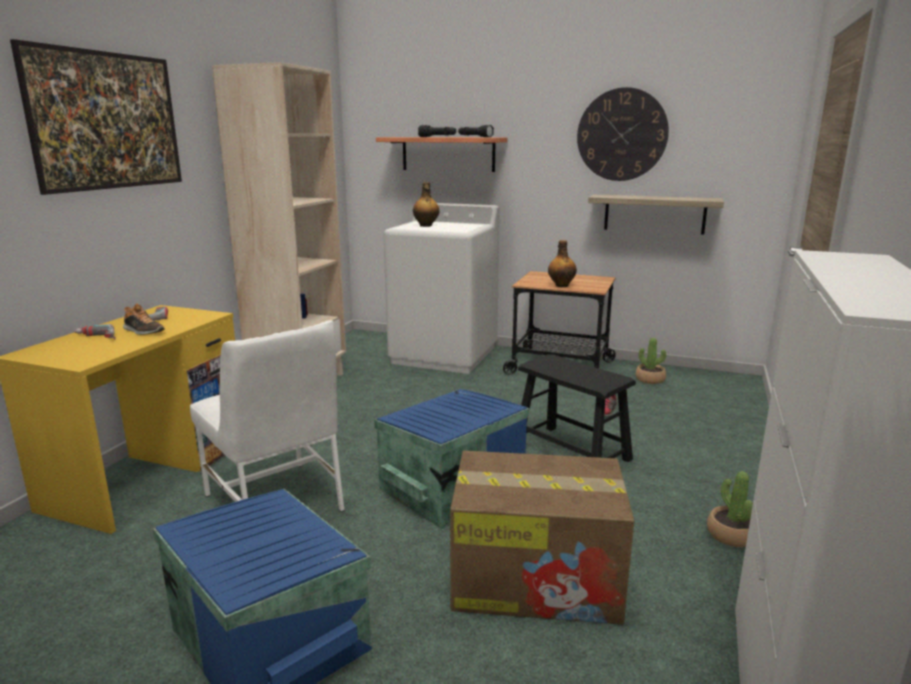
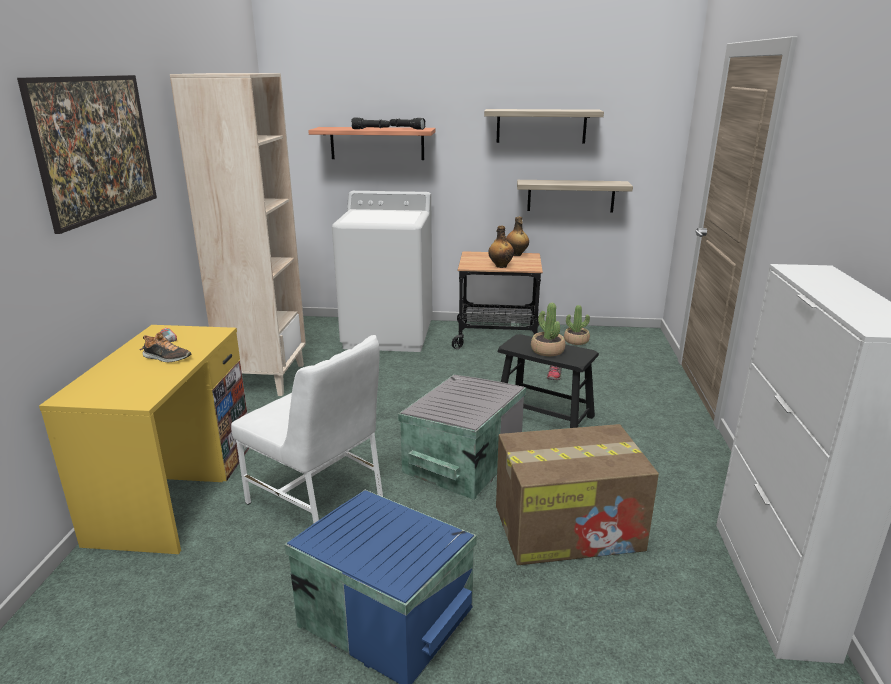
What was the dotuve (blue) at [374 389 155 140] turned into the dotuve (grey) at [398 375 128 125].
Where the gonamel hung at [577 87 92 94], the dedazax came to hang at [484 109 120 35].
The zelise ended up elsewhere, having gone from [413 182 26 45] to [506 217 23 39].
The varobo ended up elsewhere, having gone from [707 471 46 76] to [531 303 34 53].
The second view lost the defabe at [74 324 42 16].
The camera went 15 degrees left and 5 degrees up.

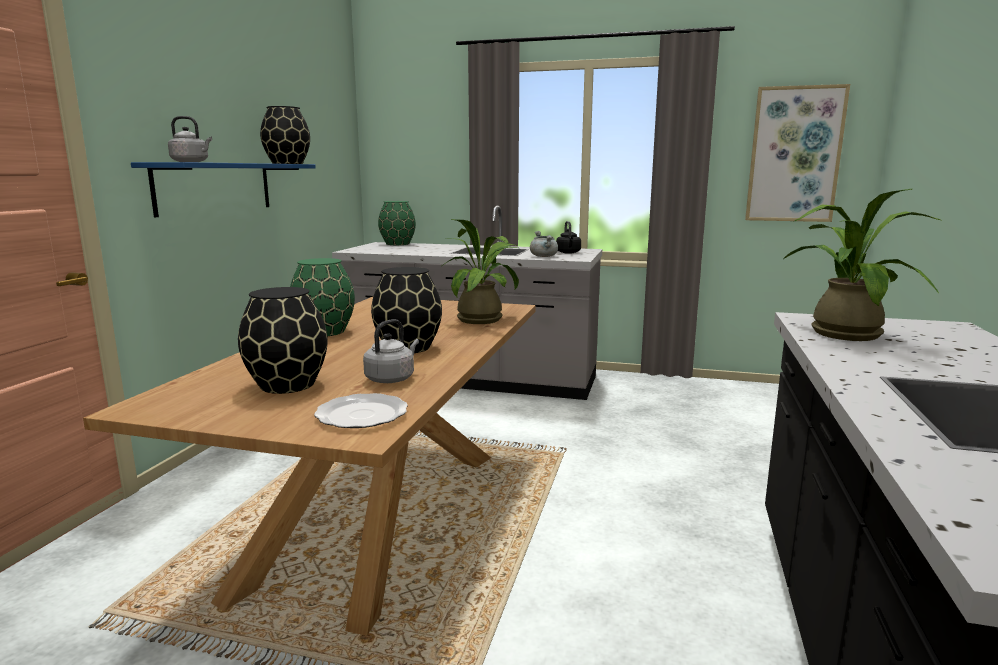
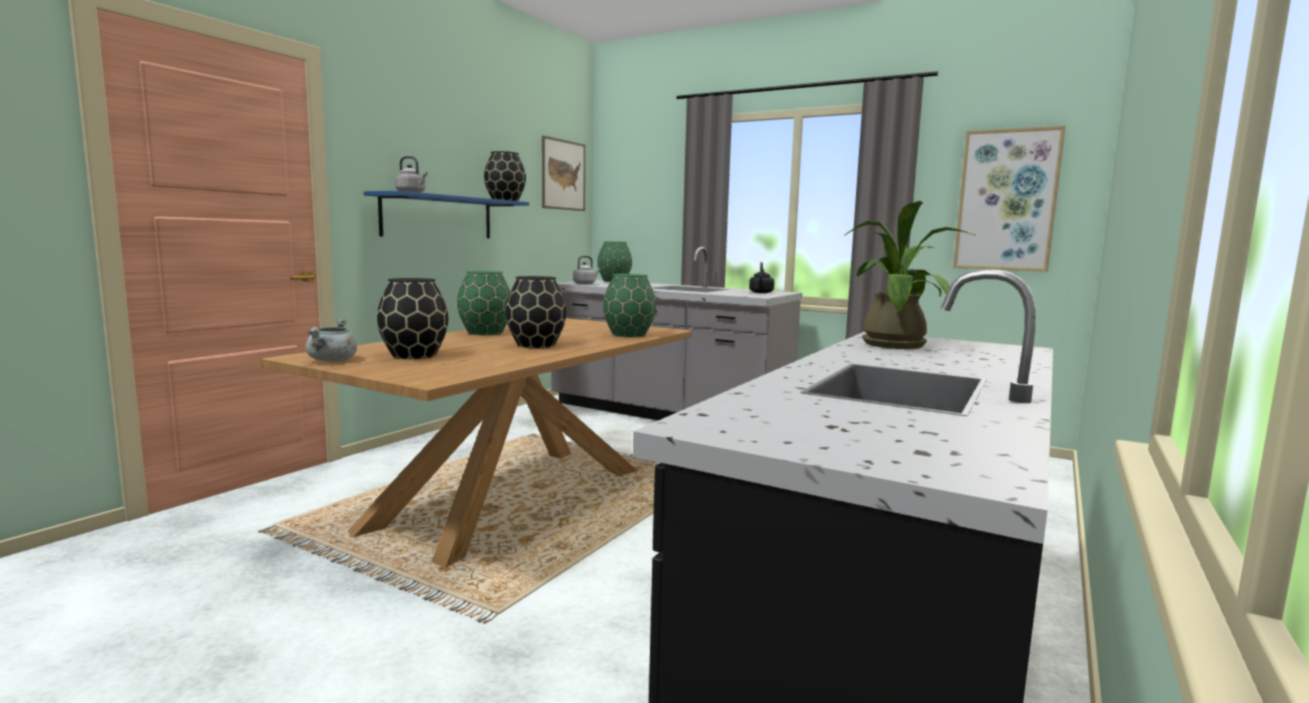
The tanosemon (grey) ended up elsewhere, having gone from [530 231 28 26] to [305 318 52 44].
The second view gained the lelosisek at [542 136 43 75].
The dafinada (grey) ended up elsewhere, having gone from [363 319 56 64] to [573 256 28 28].
Where the varobo stood at [442 219 77 105], the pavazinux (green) came to stand at [603 274 53 63].
The second view lost the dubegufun at [314 393 94 35].
The camera went 15 degrees right and 5 degrees down.

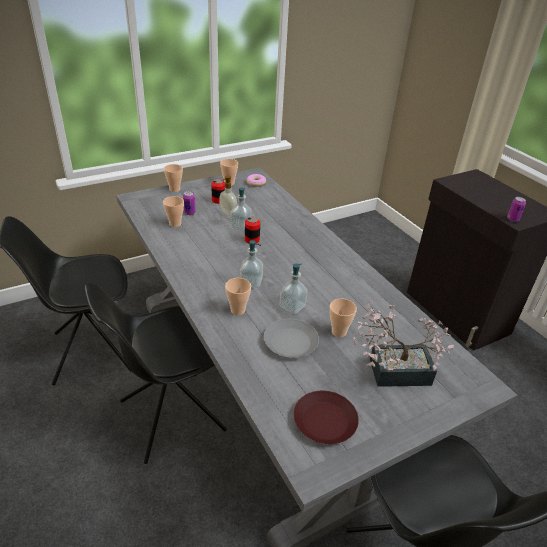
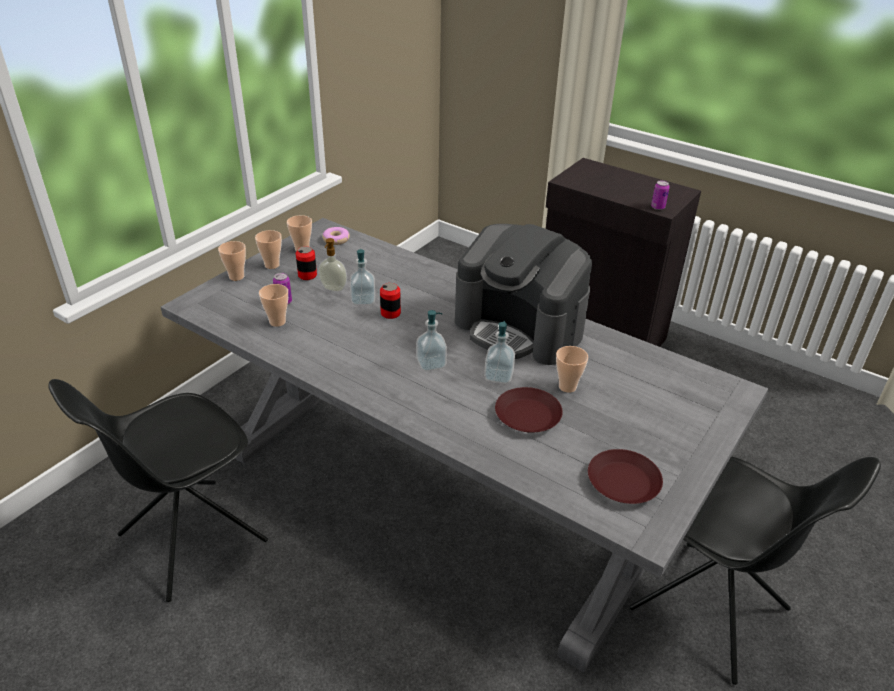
The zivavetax ended up elsewhere, having gone from [225 278 26 37] to [255 230 27 39].
The second view gained the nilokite at [455 224 137 141].
What was the dubegufun (grey) at [264 319 55 39] turned into the dubegufun (brown) at [495 387 68 45].
The second view lost the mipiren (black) at [84 282 143 182].
The second view lost the varobo at [353 300 101 87].
The camera went 25 degrees left and 0 degrees up.

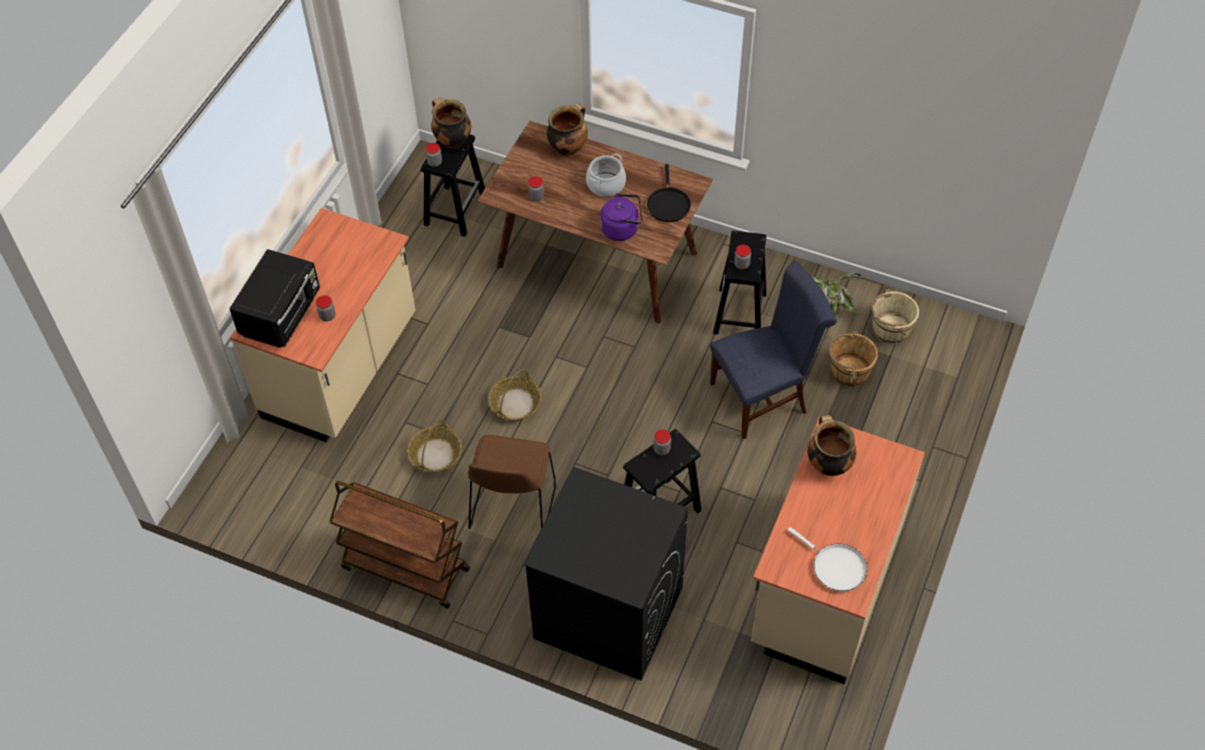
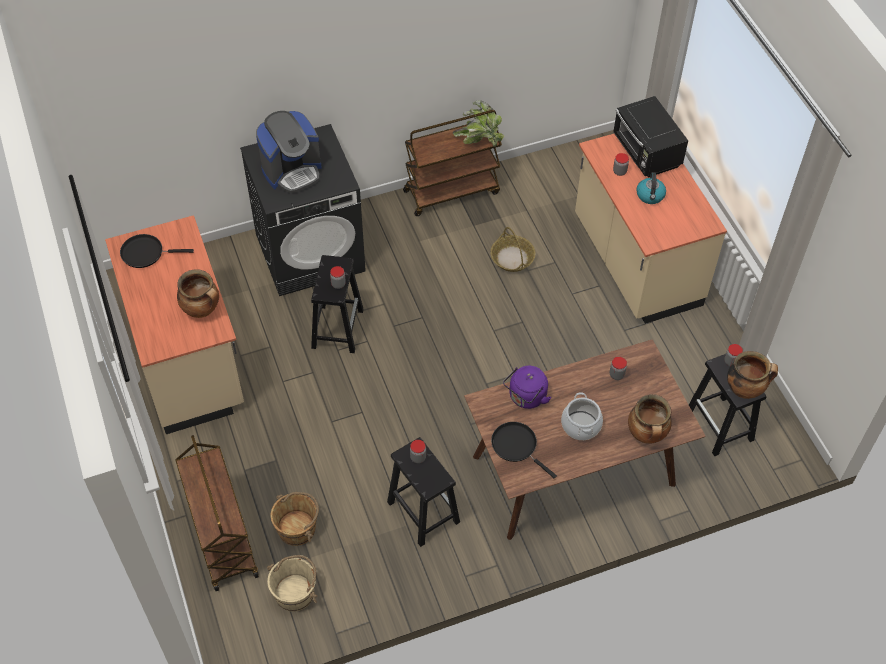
What was the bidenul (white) at [788 527 79 65] turned into the bidenul (black) at [120 234 74 34].
The second view gained the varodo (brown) at [175 435 84 156].
The second view gained the nilokite at [256 111 66 82].
The varobo ended up elsewhere, having gone from [812 273 49 41] to [453 100 52 47].
The second view gained the dafinada at [636 172 30 32].
The second view lost the mipiren (brown) at [468 435 88 94].
The second view lost the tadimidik at [488 369 54 52].
The second view lost the mipiren (blue) at [710 261 127 178].
The camera went 135 degrees right and 0 degrees up.

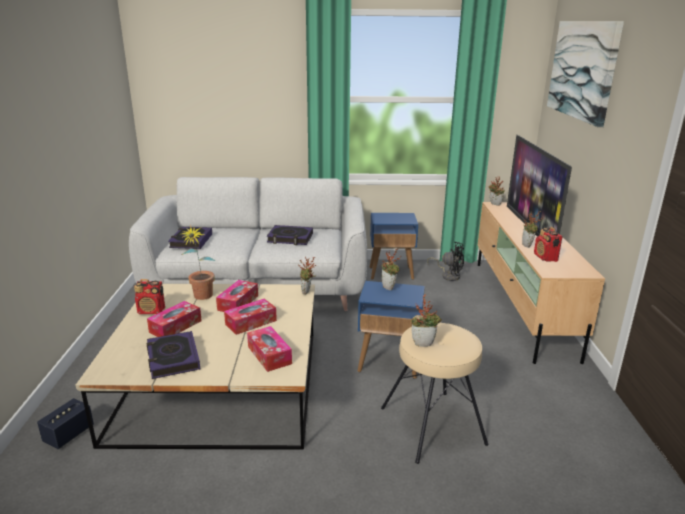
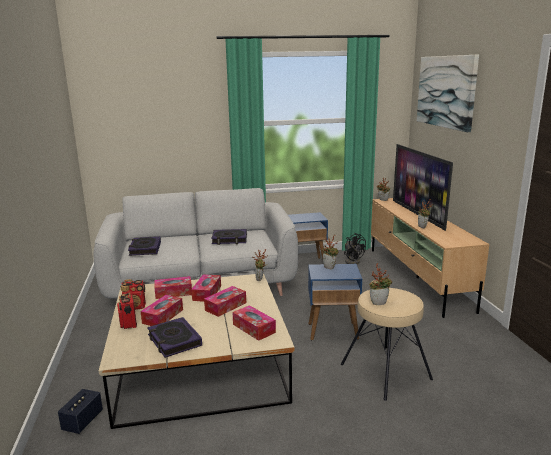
The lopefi ended up elsewhere, having gone from [534 227 29 35] to [117 292 20 37].
Where the varobo stood at [181 225 34 75], the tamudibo came to stand at [154 276 38 23].
The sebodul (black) at [427 242 37 39] ended up facing another way, 45 degrees clockwise from before.
The camera went 10 degrees left and 5 degrees down.

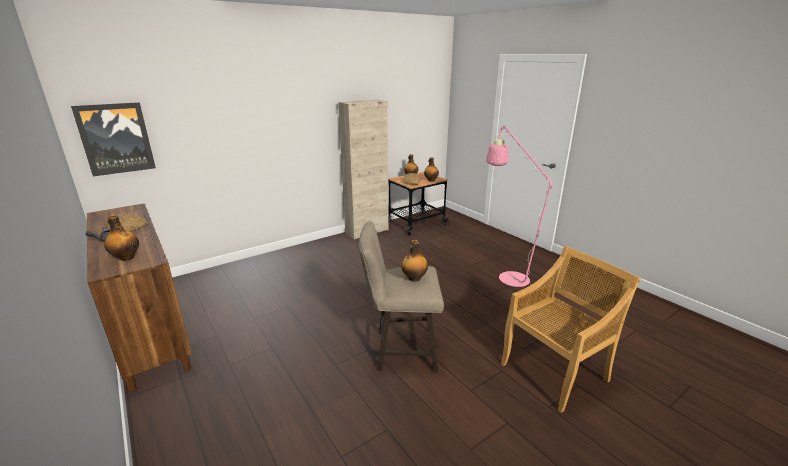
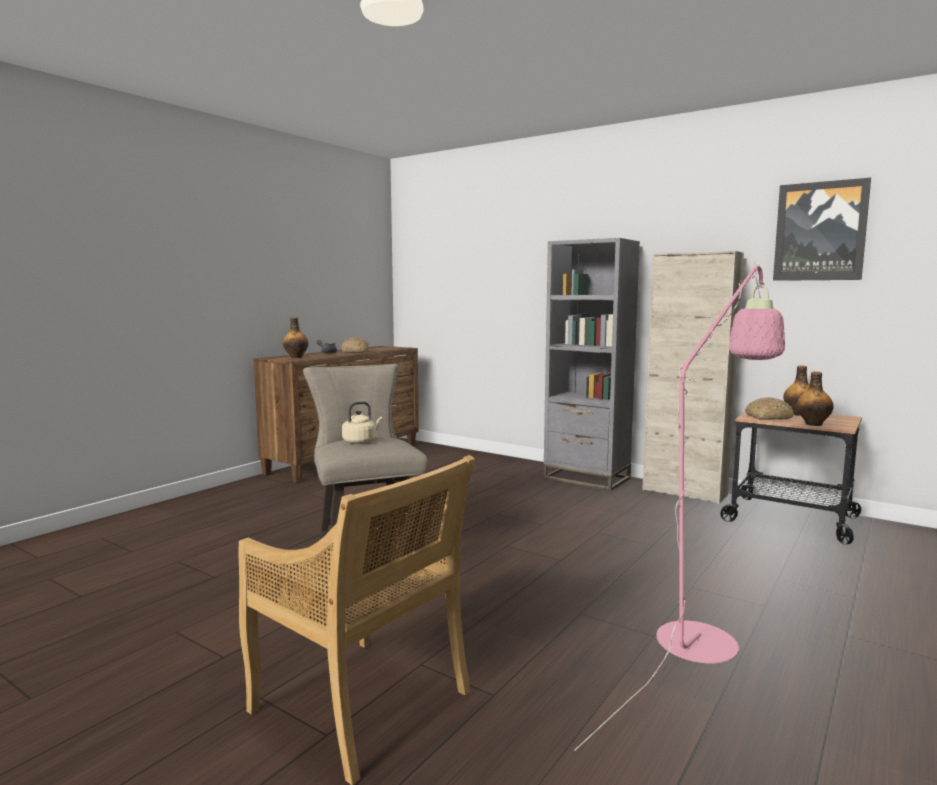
Where the zelise stood at [401 240 27 41], the dafinada (beige) came to stand at [342 401 41 43].
The second view gained the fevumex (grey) at [543 238 97 253].
The lelosisek ended up elsewhere, having gone from [71 102 85 74] to [773 178 98 103].
The camera went 70 degrees right and 15 degrees down.

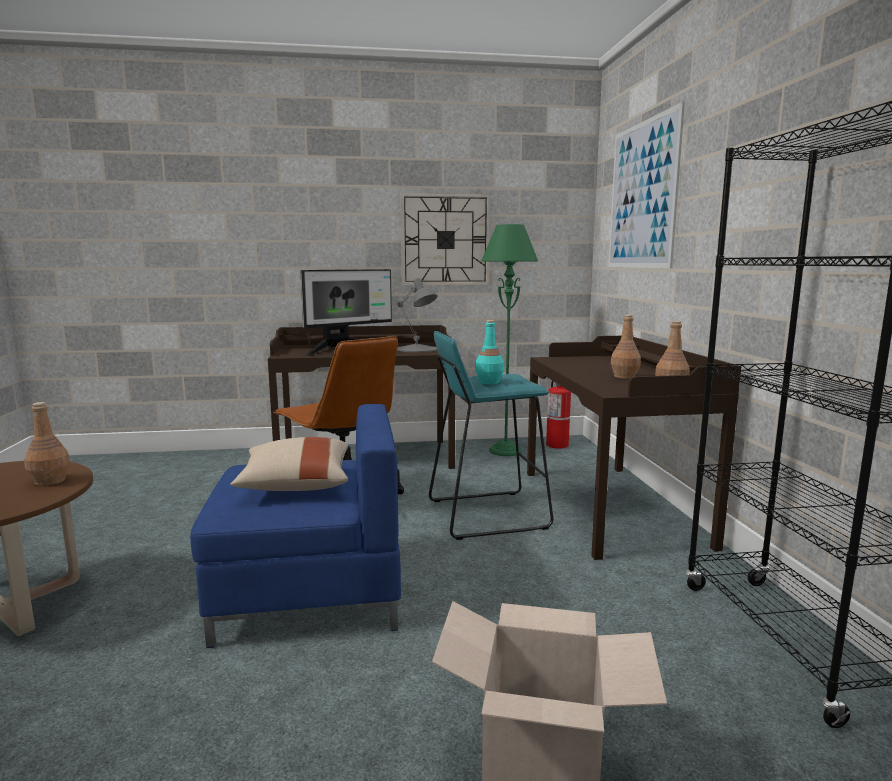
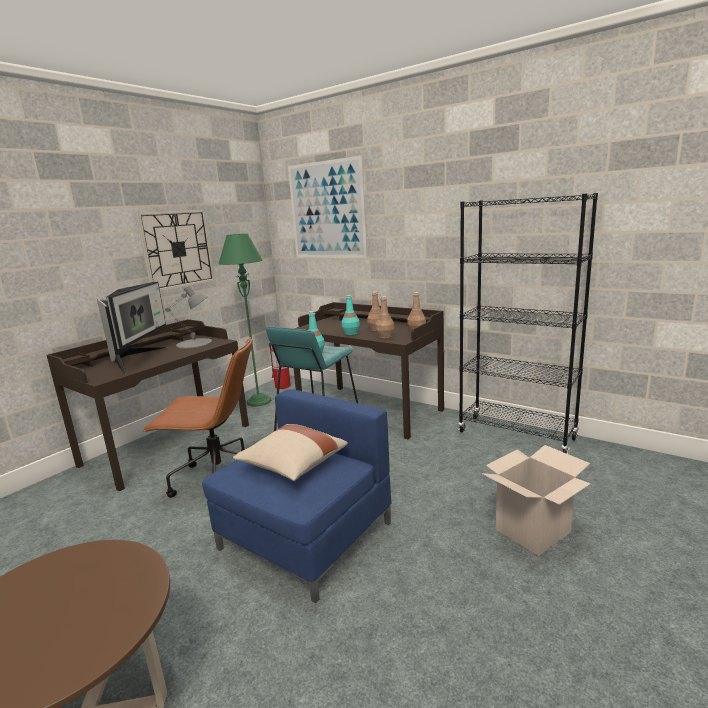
The second view gained the zelise (turquoise) at [342 295 18 40].
The zelise (brown) ended up elsewhere, having gone from [24 402 46 84] to [375 296 19 43].
The camera went 45 degrees left and 5 degrees up.

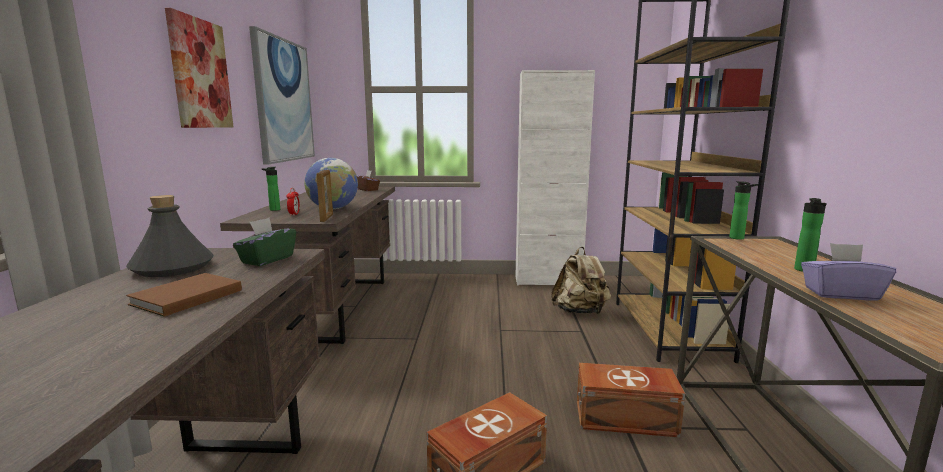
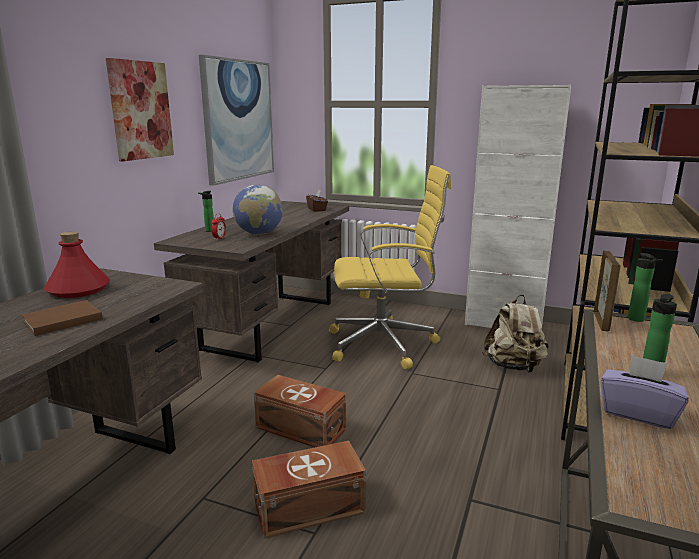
What was the zelise (grey) at [126 195 88 82] turned into the zelise (red) at [44 231 66 67].
The dotuve (brown) ended up elsewhere, having gone from [577 363 108 74] to [254 375 92 73].
The second view gained the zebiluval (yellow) at [329 165 122 204].
The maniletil ended up elsewhere, having gone from [317 170 16 52] to [594 250 26 81].
The second view lost the tamudibo (green) at [233 218 63 48].
The camera went 20 degrees right and 5 degrees up.

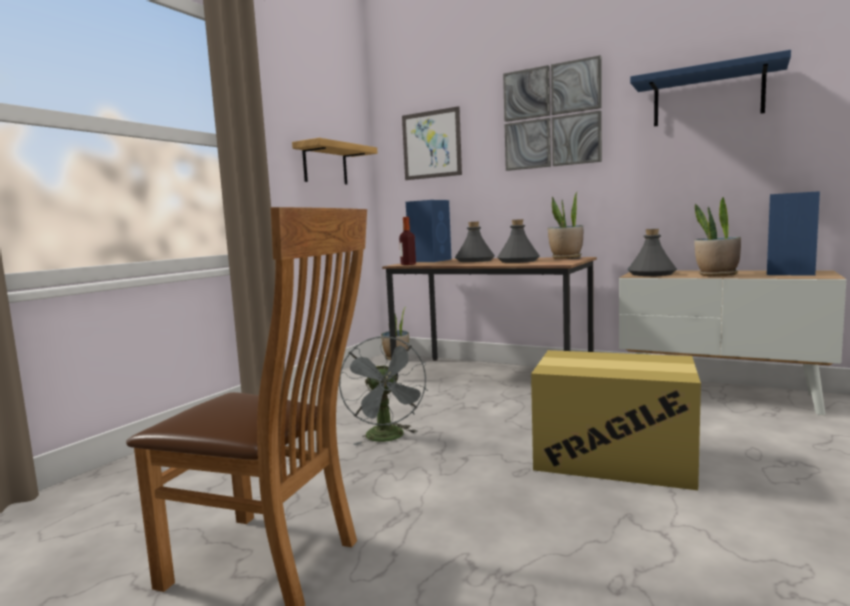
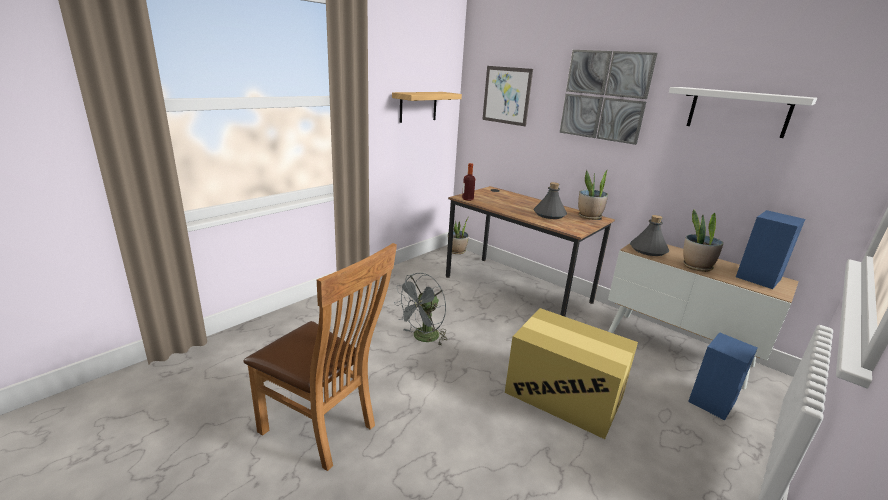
The sebodul (grey) at [339 336 89 109] ended up facing another way, 45 degrees clockwise from before.
What was the dedazax (blue) at [630 50 161 77] turned into the dedazax (white) at [669 87 148 51].
The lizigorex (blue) ended up elsewhere, having gone from [406 200 46 62] to [688 332 70 88].
The second view lost the zelise (grey) at [455 222 40 40].
The camera went 10 degrees right and 15 degrees up.

